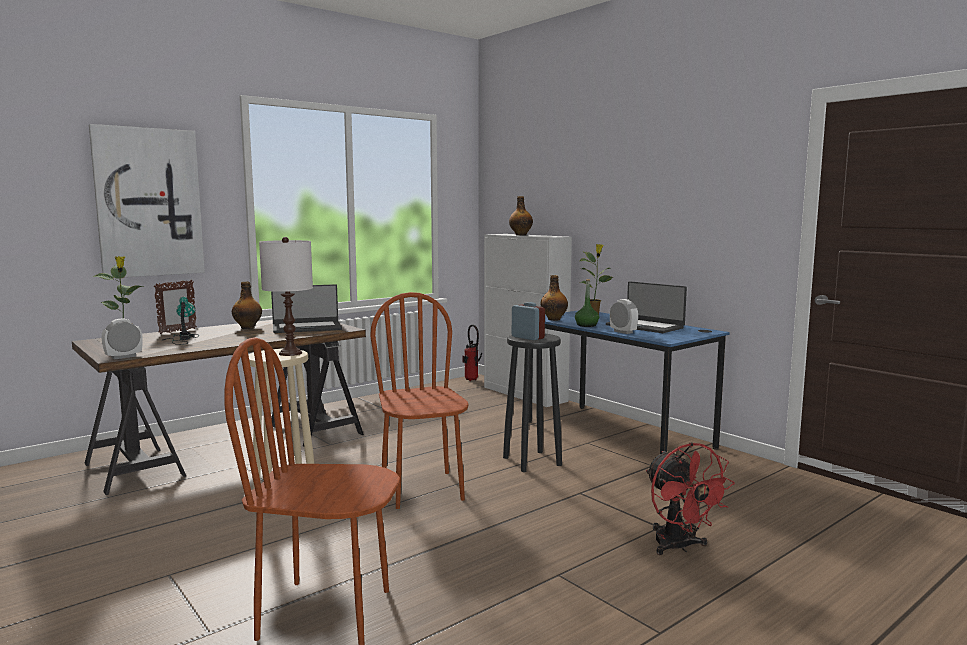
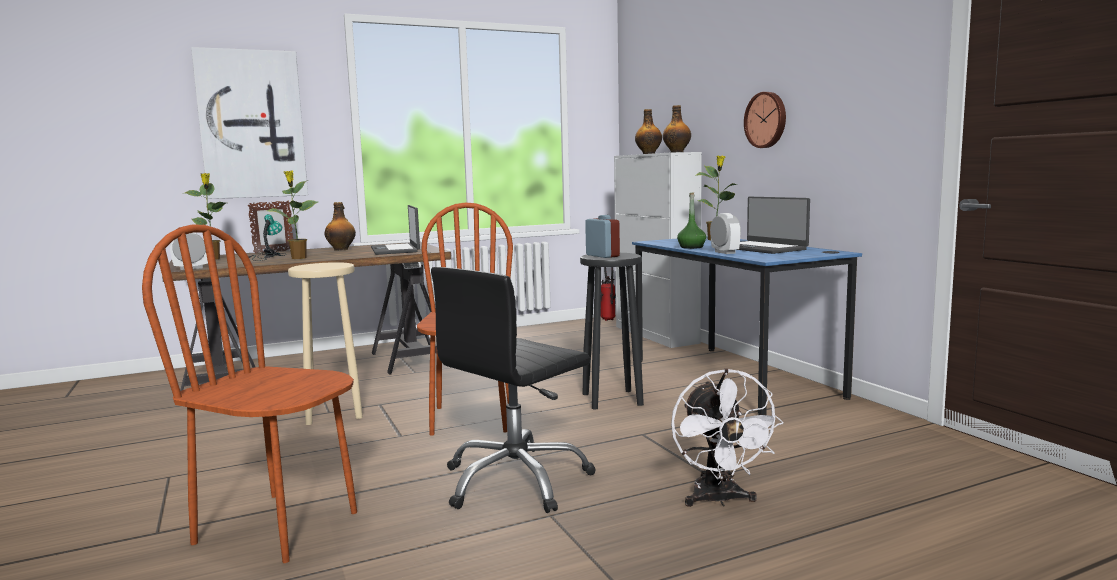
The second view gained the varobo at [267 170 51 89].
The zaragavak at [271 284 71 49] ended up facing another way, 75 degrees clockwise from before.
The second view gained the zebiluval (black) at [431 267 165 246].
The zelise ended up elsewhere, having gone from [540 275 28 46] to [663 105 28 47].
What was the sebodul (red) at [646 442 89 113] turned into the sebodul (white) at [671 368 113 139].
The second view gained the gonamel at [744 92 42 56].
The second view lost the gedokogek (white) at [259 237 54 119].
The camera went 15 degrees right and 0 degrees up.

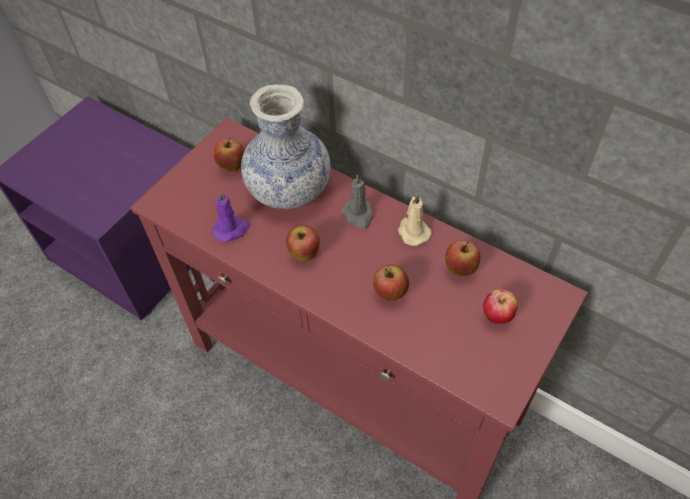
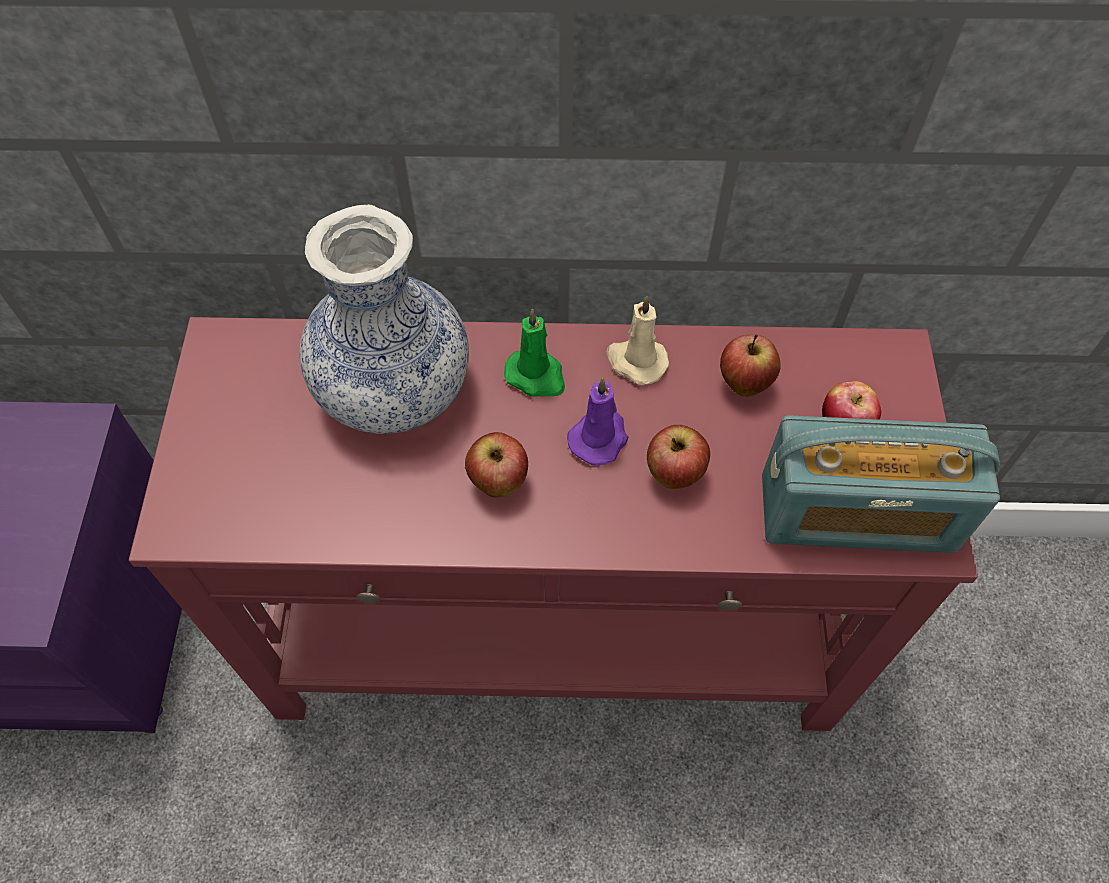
What was the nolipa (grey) at [342 174 32 55] turned into the nolipa (green) at [504 309 61 88].
The nolipa (purple) ended up elsewhere, having gone from [213 191 37 51] to [567 377 61 89].
The second view gained the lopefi at [762 415 238 138].
The second view lost the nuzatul at [214 138 30 34].
The camera went 35 degrees left and 5 degrees up.

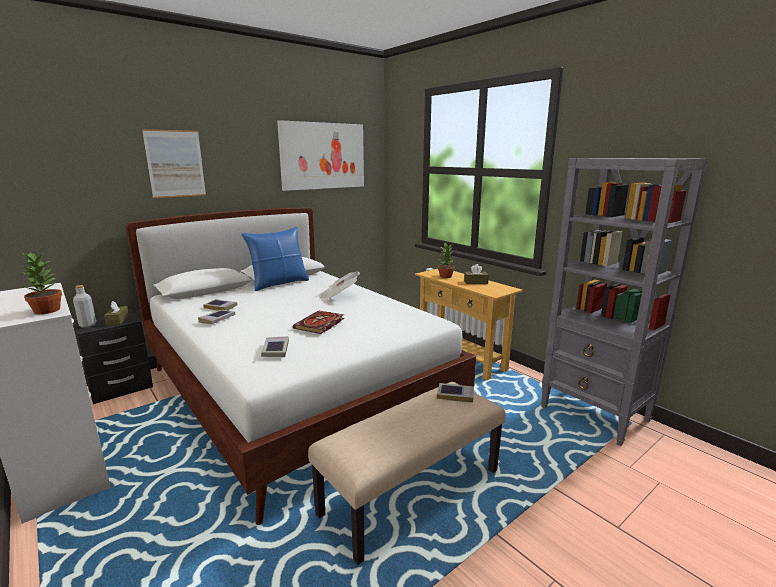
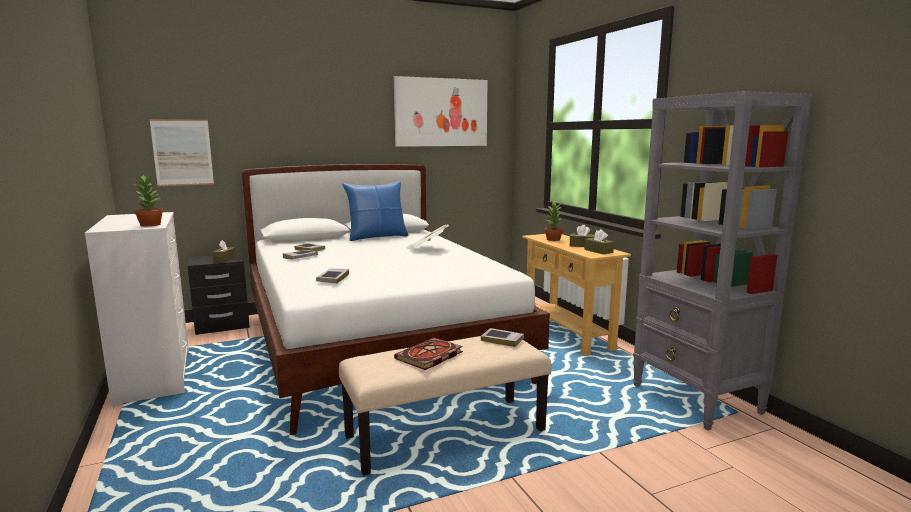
The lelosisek ended up elsewhere, having gone from [142 129 64 69] to [150 119 64 67].
The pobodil ended up elsewhere, having gone from [293 310 51 24] to [394 337 69 33].
The second view gained the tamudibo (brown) at [585 229 29 25].
The second view lost the zelise (grey) at [73 285 23 43].
The camera went 15 degrees right and 5 degrees down.

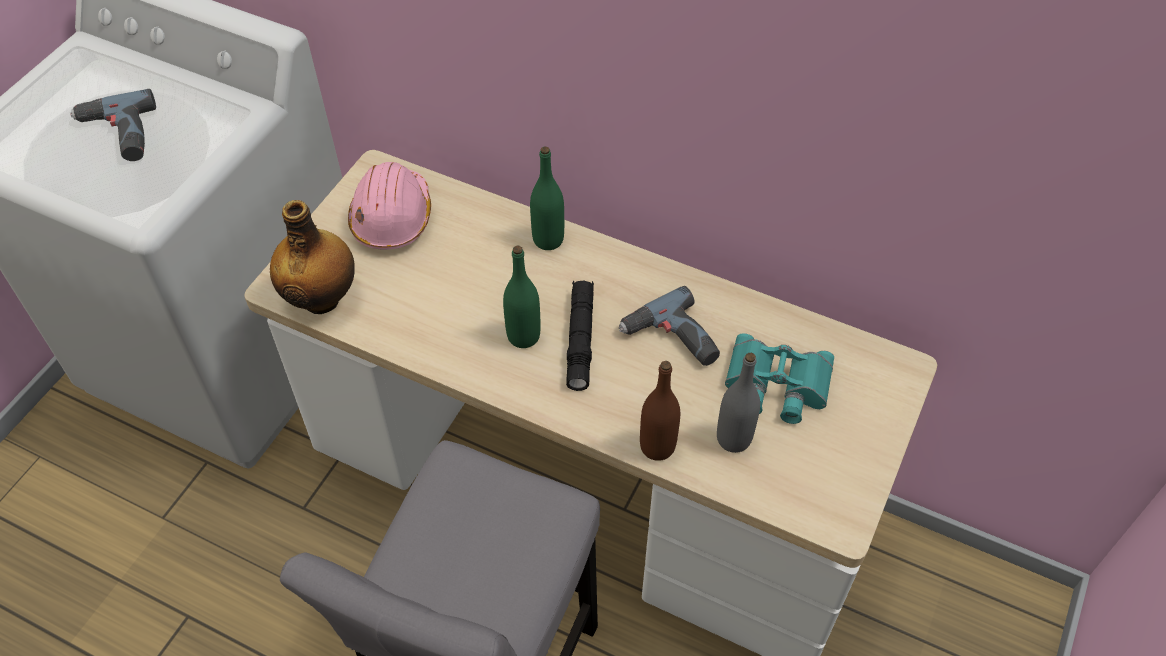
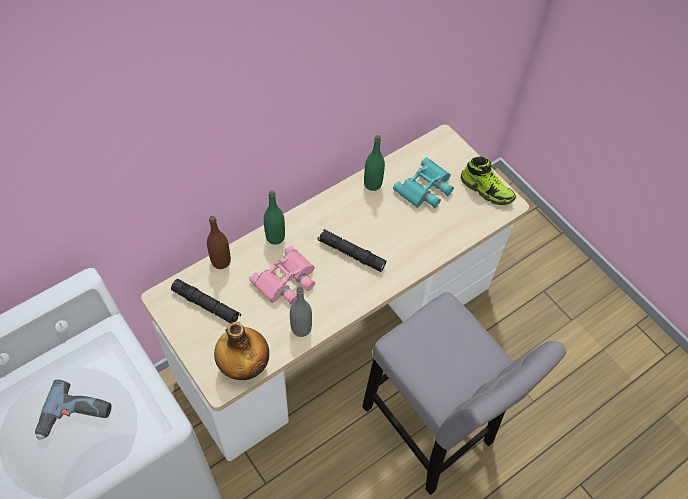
Where the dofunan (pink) stood at [348 162 83 88], the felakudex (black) came to stand at [171 279 70 45].
The zelise (brown) ended up elsewhere, having gone from [640 361 40 100] to [207 216 24 53].
The second view gained the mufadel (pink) at [249 246 66 59].
The zelise (grey) ended up elsewhere, having gone from [717 353 43 100] to [290 287 22 50].
The zelise (green) ended up elsewhere, having gone from [503 246 38 102] to [364 135 21 56].
The second view gained the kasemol at [461 157 55 48].
The second view lost the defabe at [619 286 101 80].
The camera went 65 degrees left and 5 degrees up.

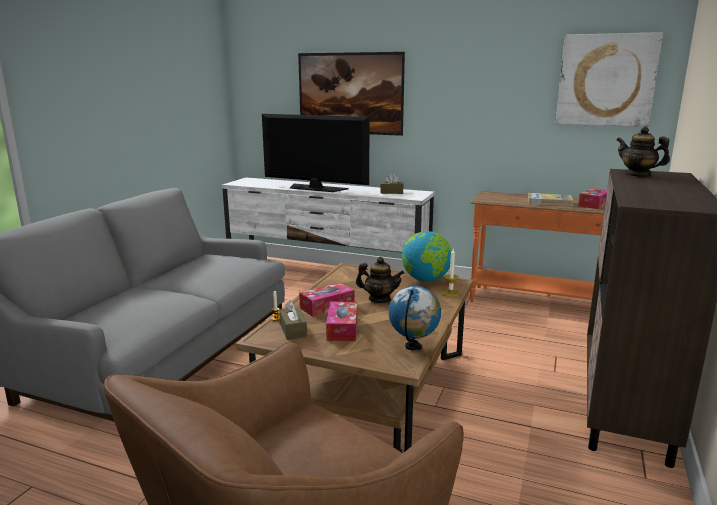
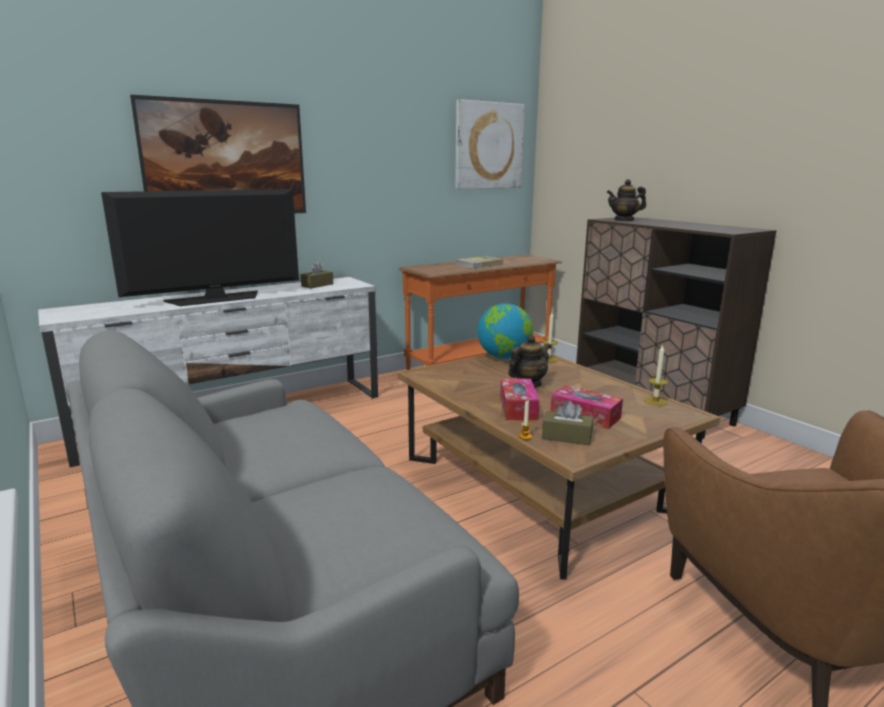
Where the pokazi stood at [389 286 52 65], the nolipa came to stand at [644 344 24 62].
The second view lost the tamudibo at [578 188 29 21].
The camera went 55 degrees left and 0 degrees up.

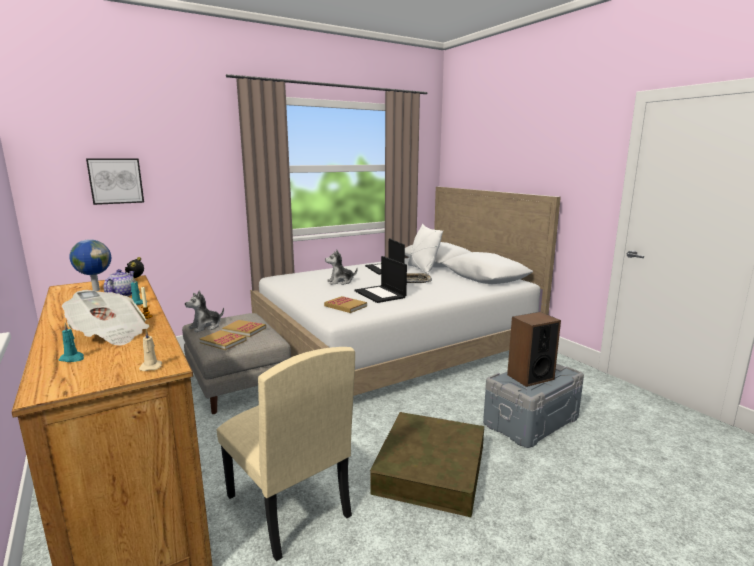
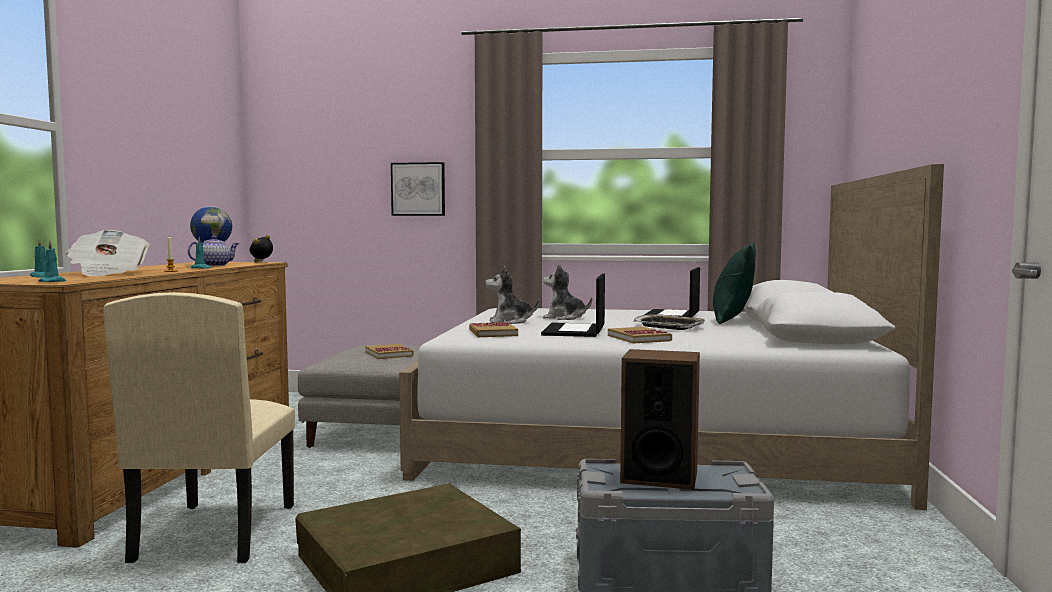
What was the nolipa (beige) at [139 330 23 41] turned into the nolipa (turquoise) at [38 241 29 41].
The lelosisek ended up elsewhere, having gone from [86 158 58 47] to [391 162 54 54].
The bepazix ended up elsewhere, having gone from [185 291 39 41] to [485 266 54 58].
The pobodil ended up elsewhere, having gone from [199 330 48 20] to [608 327 64 17].
What was the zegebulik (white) at [408 224 35 50] turned into the zegebulik (green) at [713 242 43 82].
The camera went 40 degrees right and 10 degrees down.

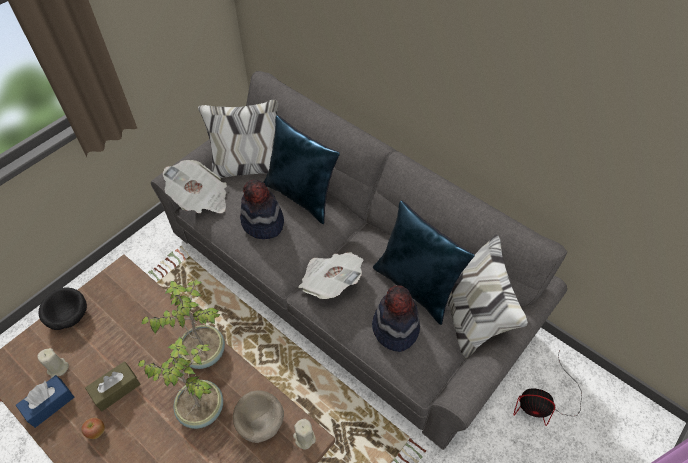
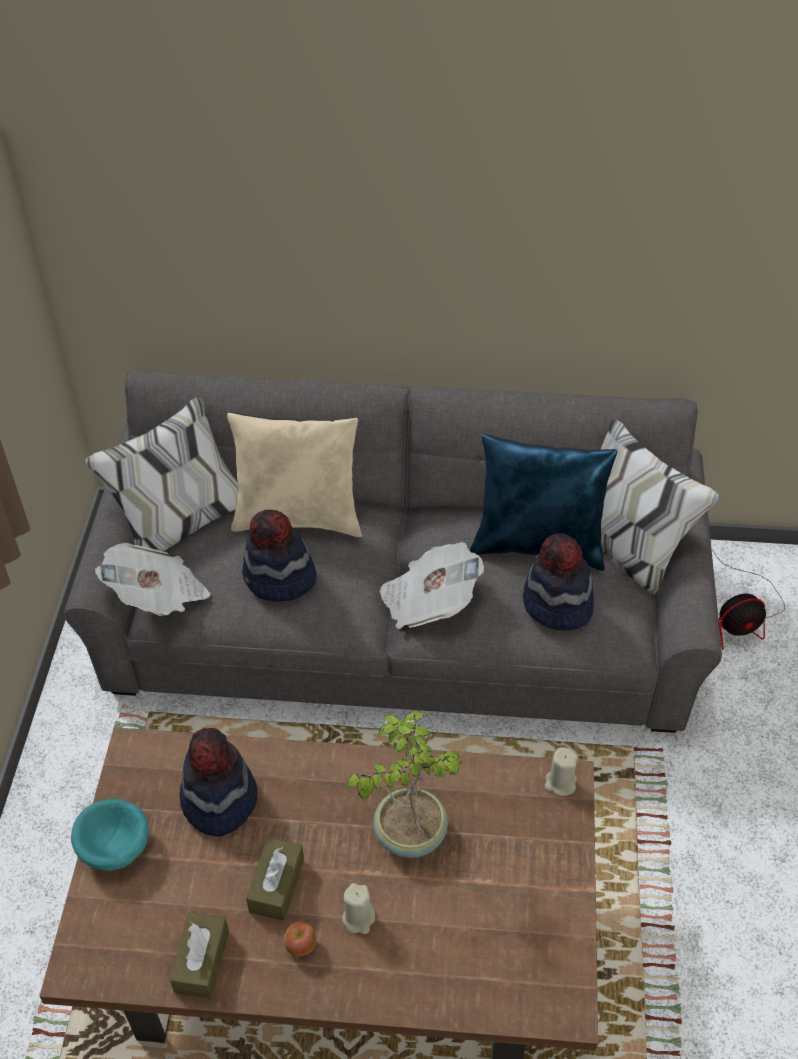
What was the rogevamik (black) at [39 287 48 43] turned into the rogevamik (turquoise) at [71 799 77 72].
What was the tamudibo (blue) at [16 375 58 53] turned into the tamudibo (brown) at [170 912 59 87].
The second view gained the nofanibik at [179 728 79 109].
What was the zegebulik (blue) at [263 115 77 109] turned into the zegebulik (beige) at [227 412 135 125].
The nolipa (beige) ended up elsewhere, having gone from [37 348 32 30] to [342 883 33 51].
The second view lost the varobo at [141 279 84 90].
The second view lost the rogevamik (beige) at [233 390 51 53].
The camera went 35 degrees left and 5 degrees down.

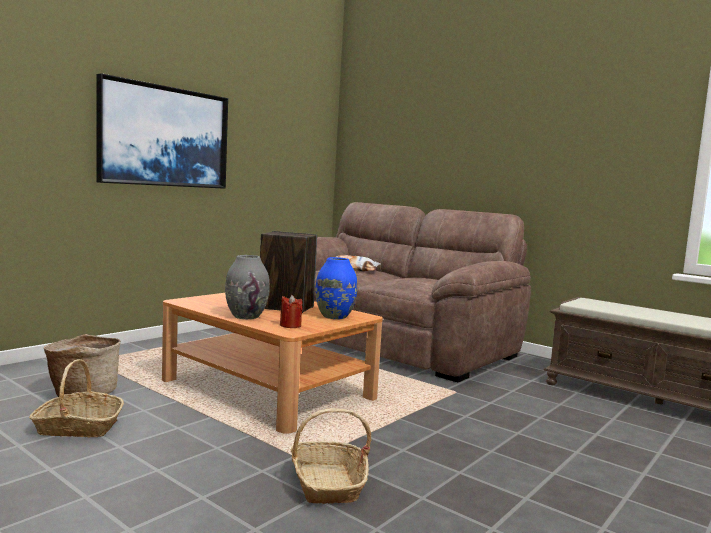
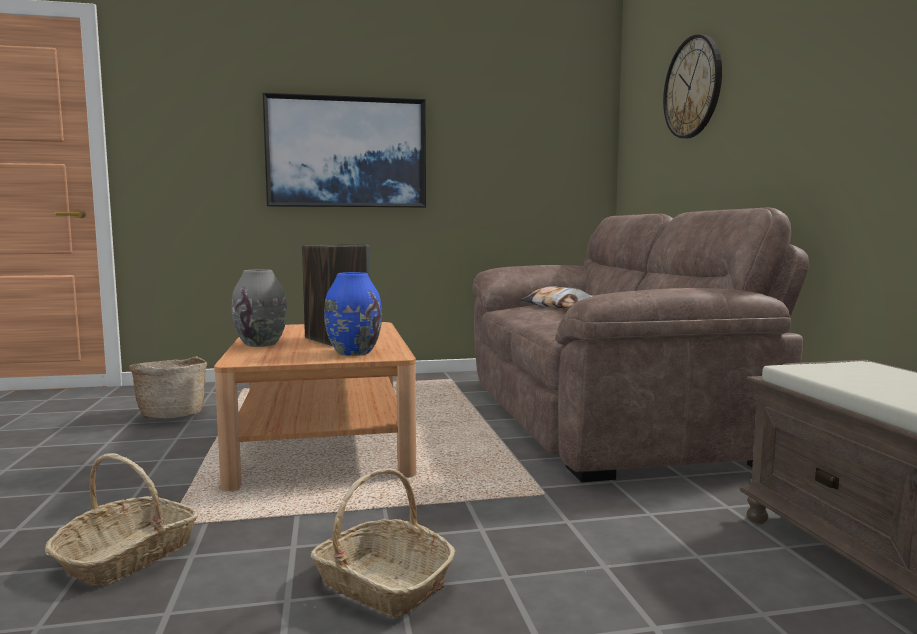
The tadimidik ended up elsewhere, having gone from [29 359 95 78] to [311 468 144 150].
The second view gained the gonamel at [663 34 59 104].
The second view lost the nolipa (red) at [280 295 22 33].
The camera went 40 degrees right and 0 degrees up.

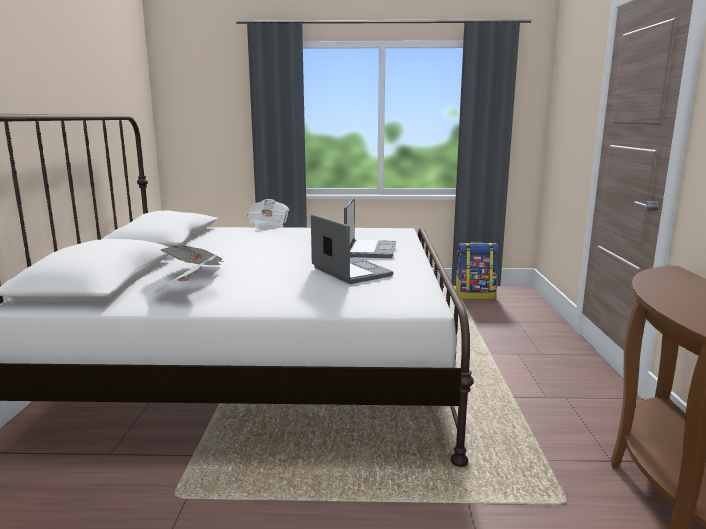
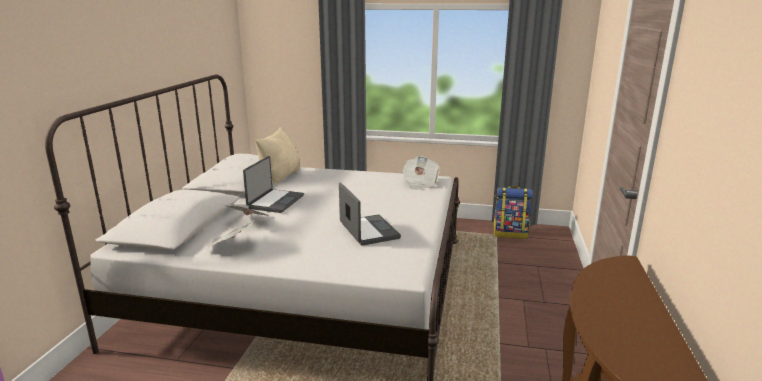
The zaragavak ended up elsewhere, having gone from [344 198 52 60] to [243 156 61 57].
The second view gained the zegebulik (beige) at [255 127 45 58].
The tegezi ended up elsewhere, having gone from [247 199 42 32] to [402 156 38 34].
The camera went 10 degrees right and 5 degrees up.

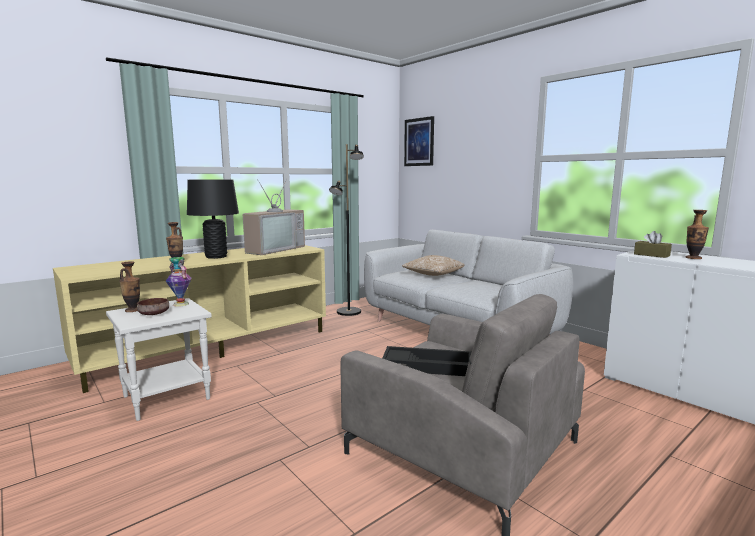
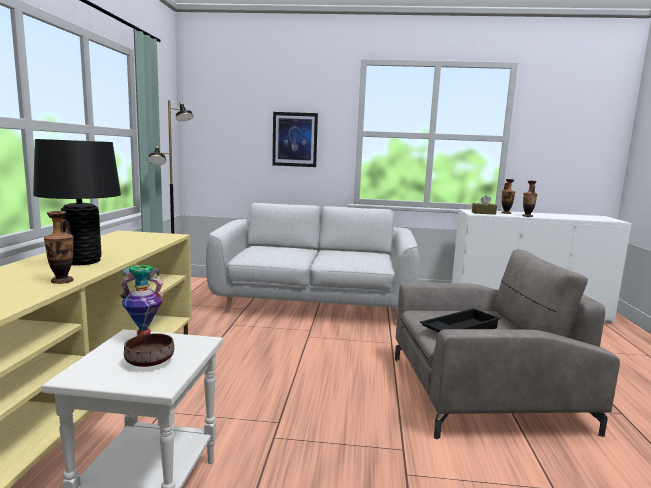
The lelosisek ended up elsewhere, having gone from [404 116 30 50] to [272 112 46 55].
The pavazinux ended up elsewhere, having gone from [119 261 21 51] to [522 181 15 36].
The second view lost the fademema at [243 179 62 76].
The second view lost the zegebulik at [402 255 63 21].
The camera went 45 degrees left and 0 degrees up.

